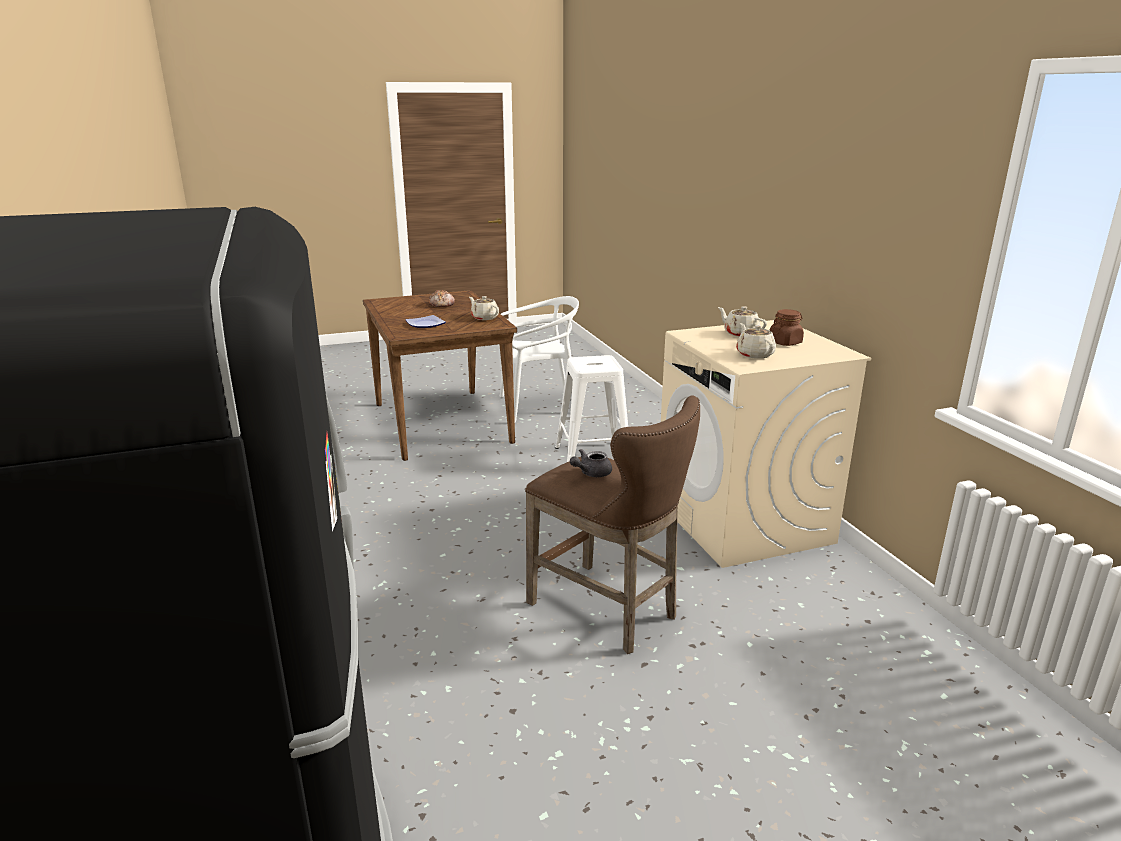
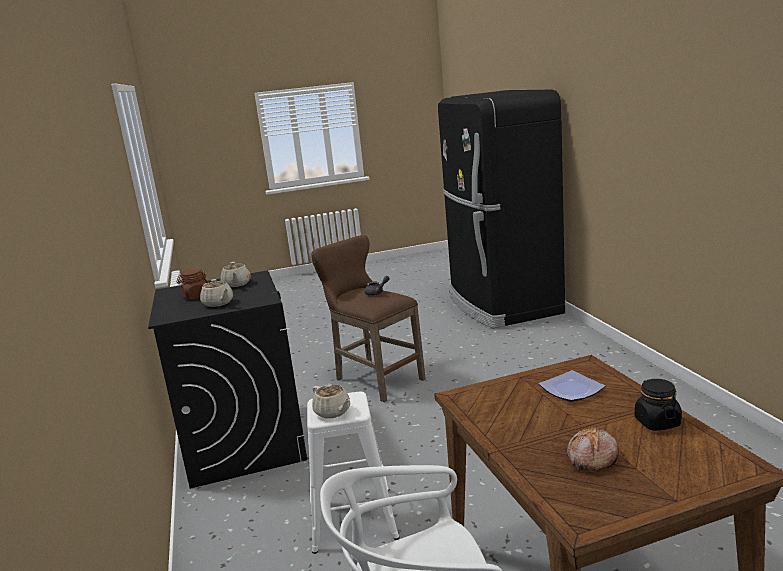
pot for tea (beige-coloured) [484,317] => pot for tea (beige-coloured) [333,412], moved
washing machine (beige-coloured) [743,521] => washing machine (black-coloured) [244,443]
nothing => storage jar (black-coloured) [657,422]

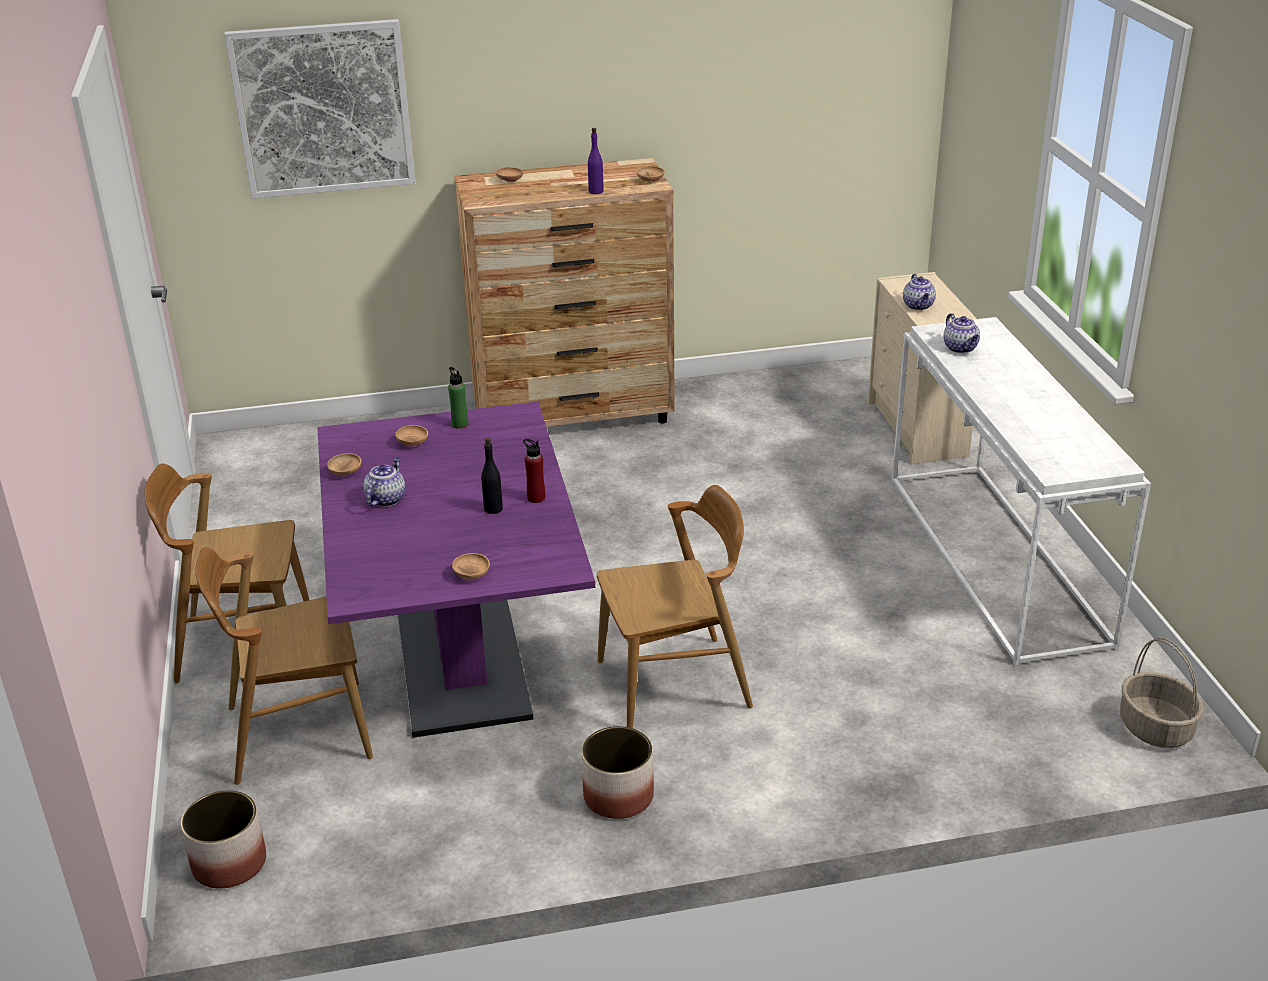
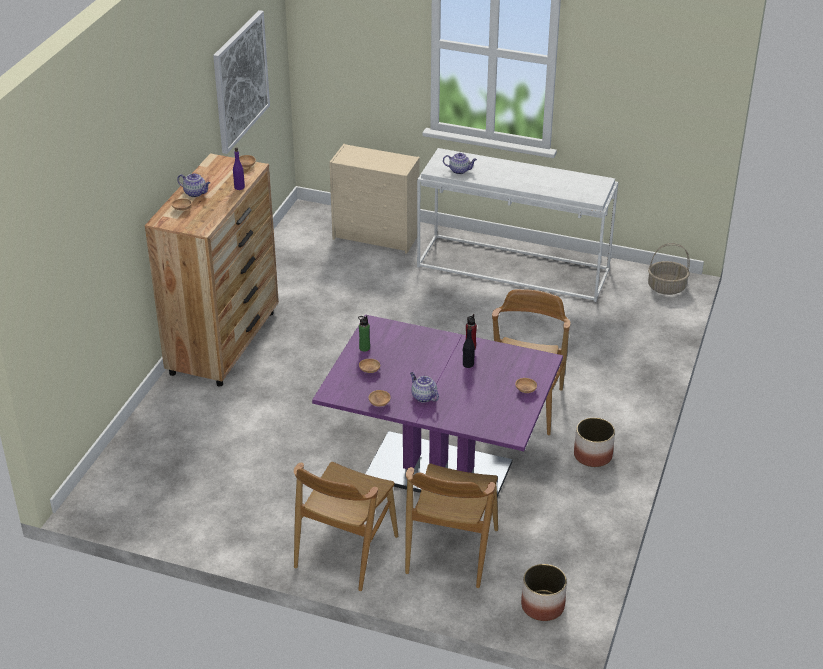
picture [323,109] => picture [240,81], moved
pot for tea [919,306] => pot for tea [195,193], moved

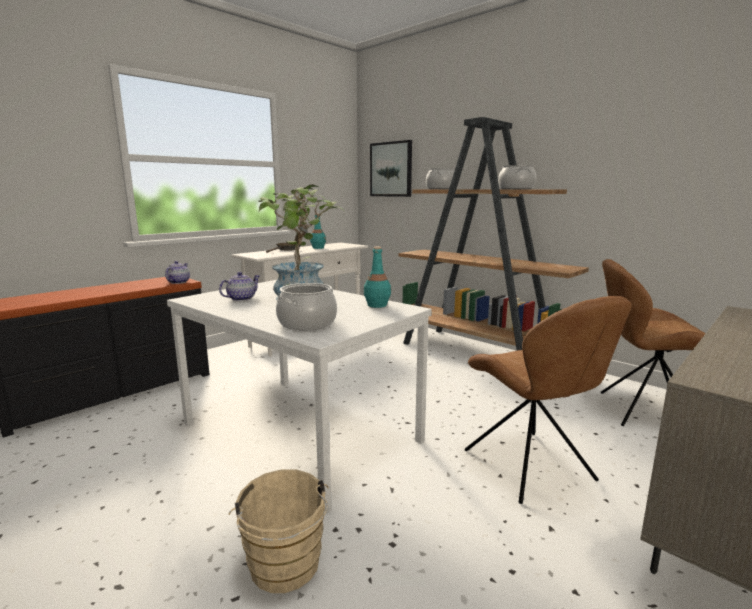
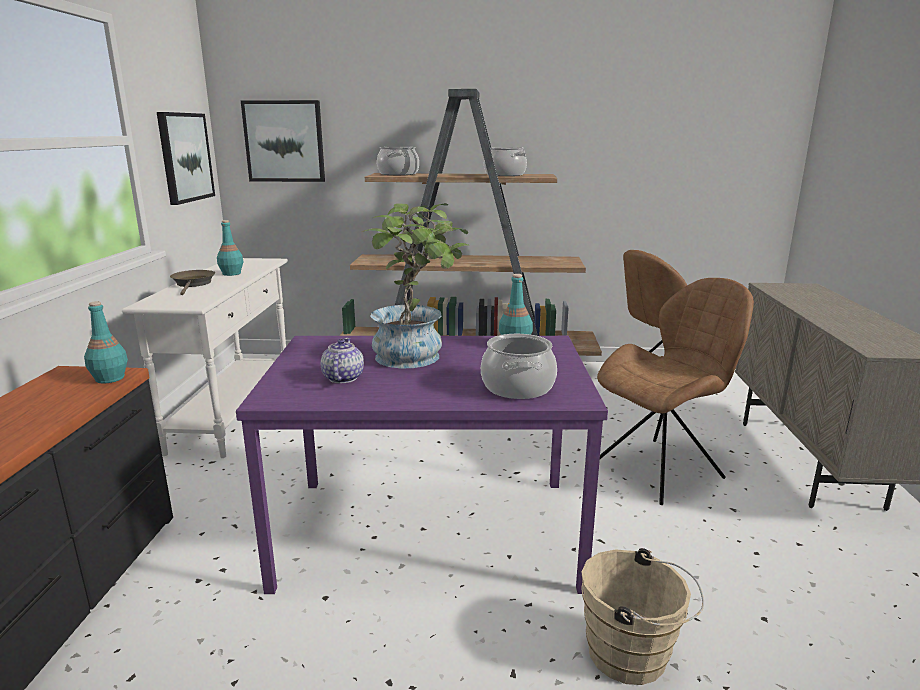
pot for tea [178,282] => drink bottle (turquoise) [109,378]
dinner table (white) [298,432] => dinner table (purple-coloured) [428,532]
upright chair (brown) [530,468] => upright chair (brown) [661,469], 60 degrees counterclockwise
nothing => picture [185,157]

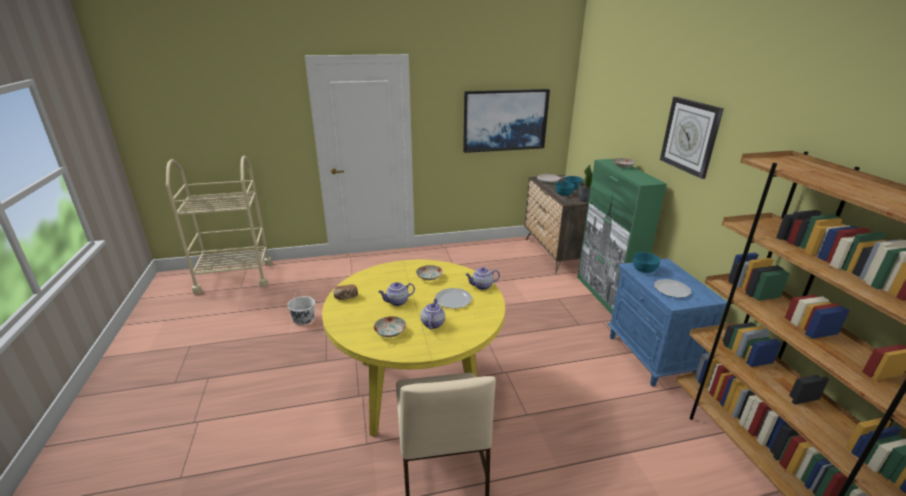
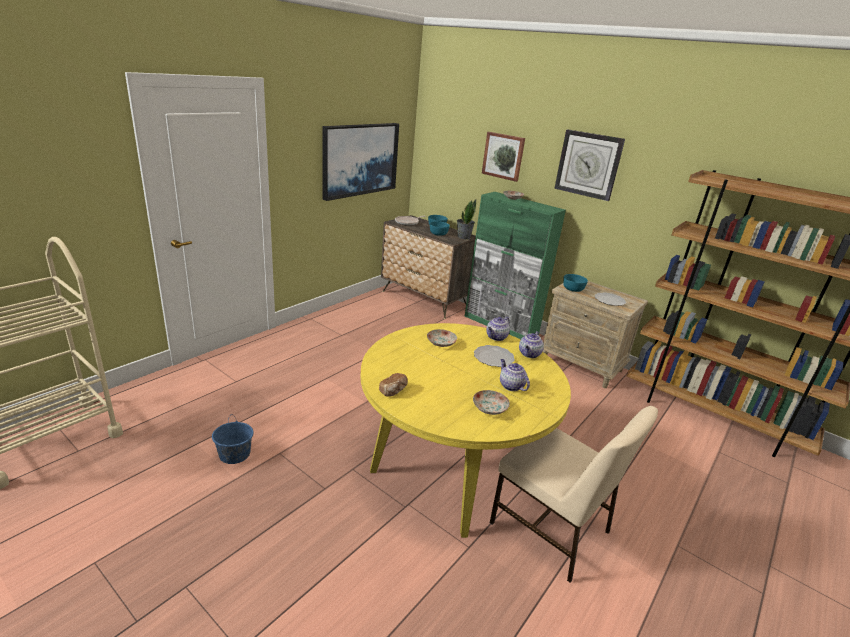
night table (blue-coloured) [652,357] => night table (beige-coloured) [582,365]
pot for tea [397,302] => pot for tea [529,354], moved
water bucket (white) [303,319] => water bucket (blue-coloured) [234,454]
nothing => picture [503,156]

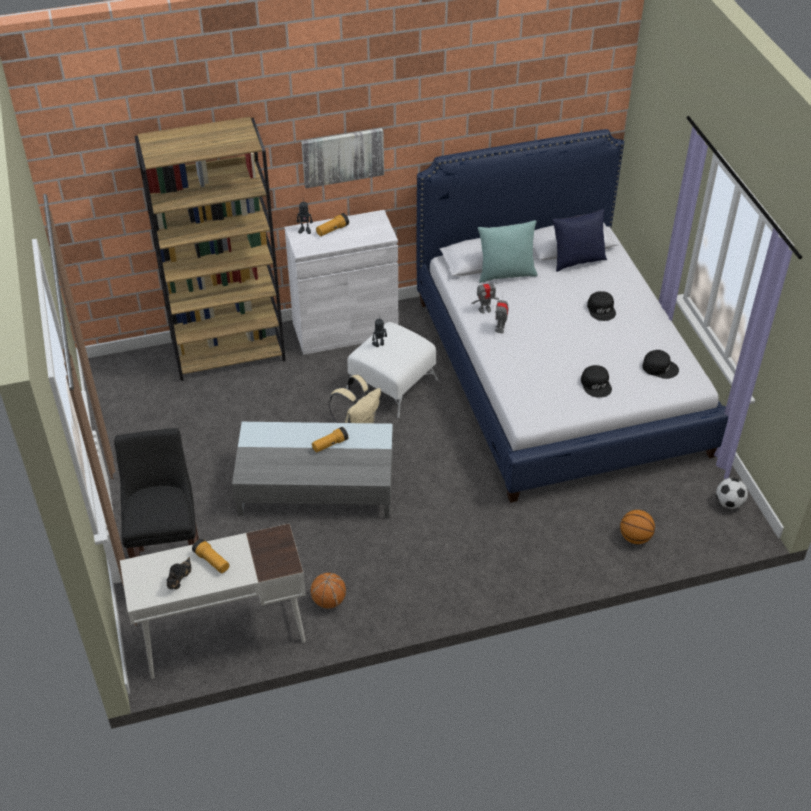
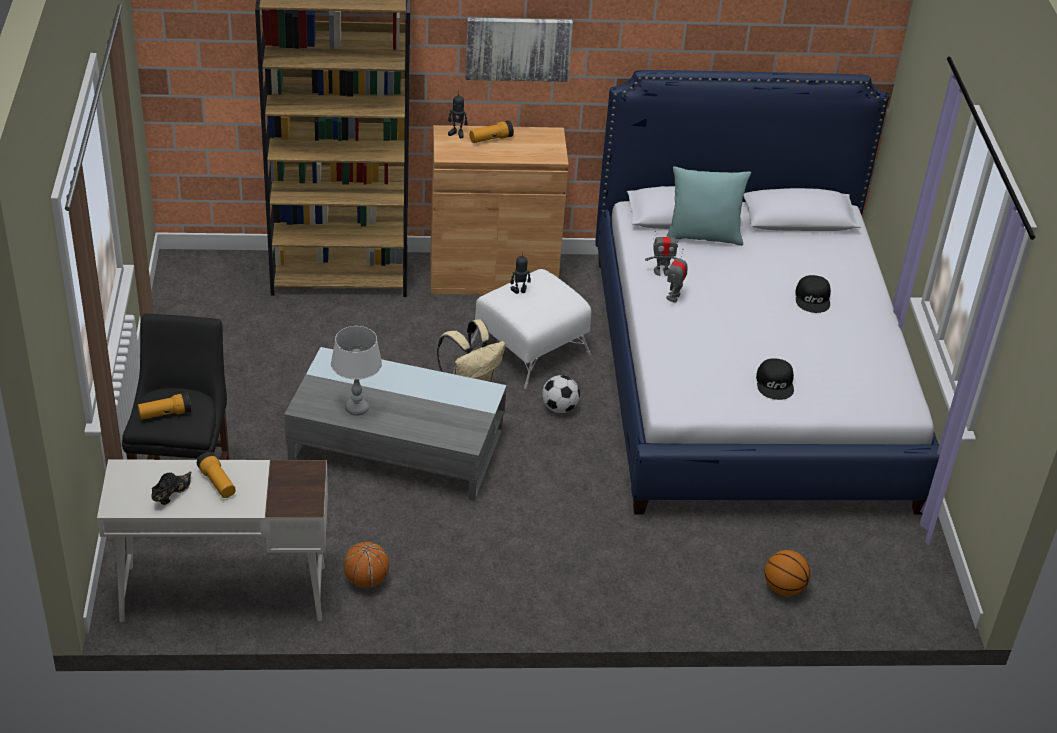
throw pillow (blue-coloured) [577,261] => nothing
storage cabinet (white) [345,329] => storage cabinet (brown) [493,275]
baseball cap (black-coloured) [660,367] => nothing
hand torch [330,444] => hand torch [165,414], moved
football [729,503] => football [559,408], moved
nothing => lamp for a table (gray) [356,408]

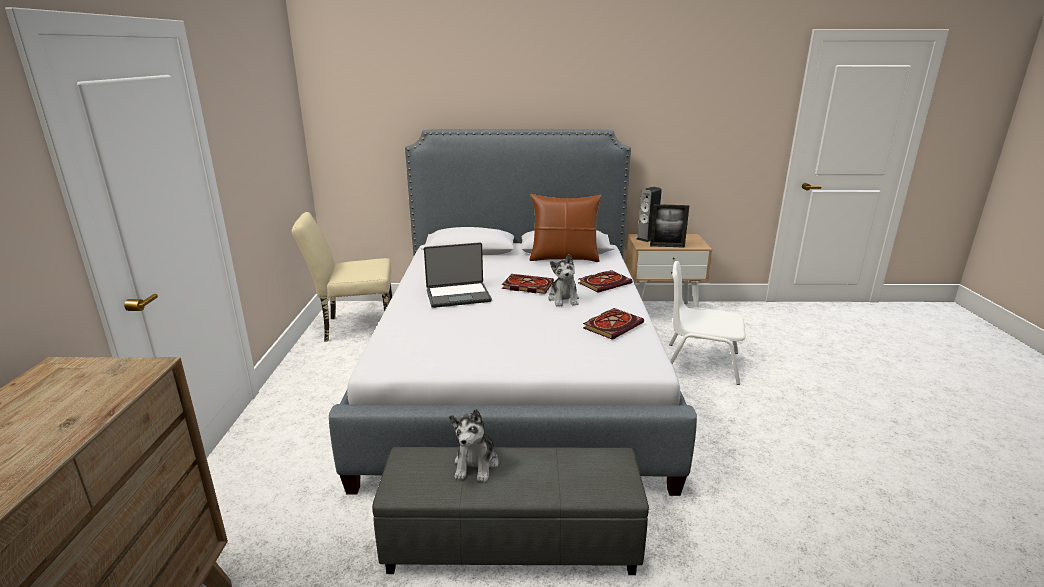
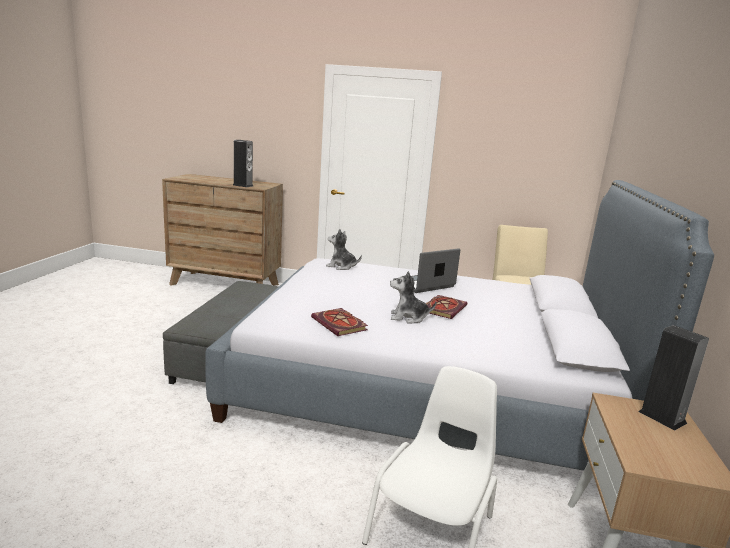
throw pillow (brown) [564,258] => nothing
standing frame [667,246] => nothing
laptop [458,295] => laptop [424,285], 60 degrees clockwise
book [605,283] => nothing
soft toy [476,464] => soft toy [341,266], moved
nothing => audio speaker [243,185]

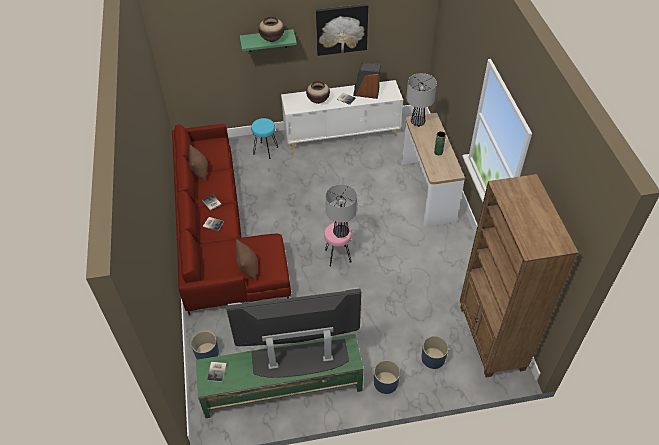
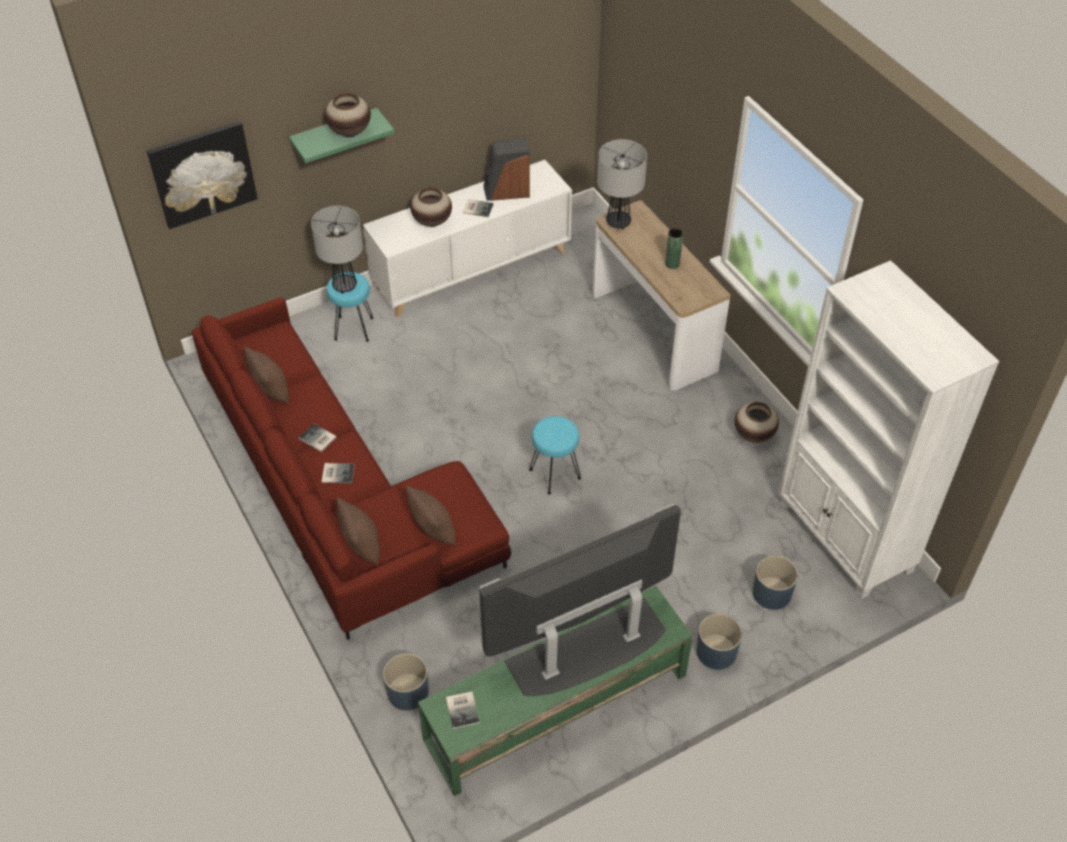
picture [341,29] => picture [202,173], moved
bookshelf (brown) [491,338] => bookshelf (white) [844,538]
lamp for a table [341,232] => lamp for a table [345,285], moved
sitting stool (pinkish) [338,256] => sitting stool (turquoise) [555,474]
nothing => decorative vase [754,435]
nothing => throw pillow (brown) [361,545]

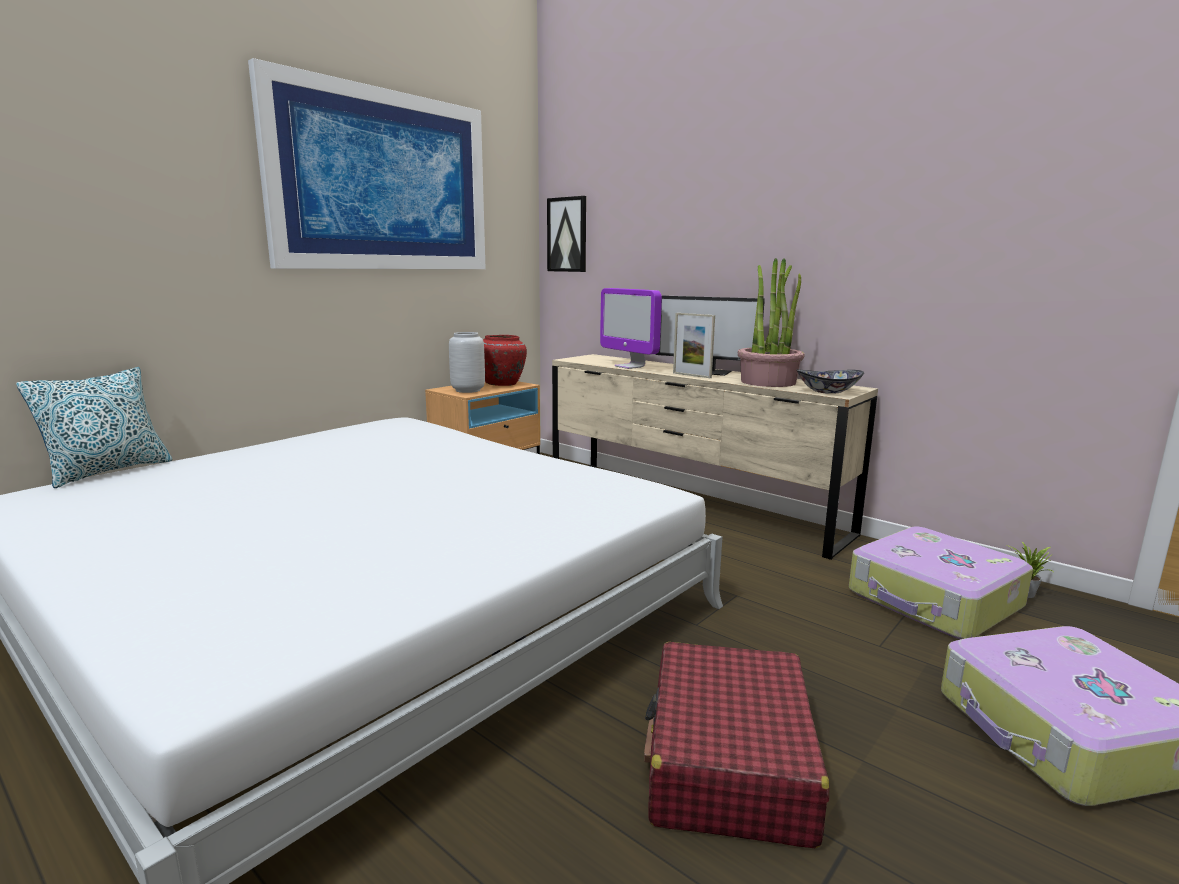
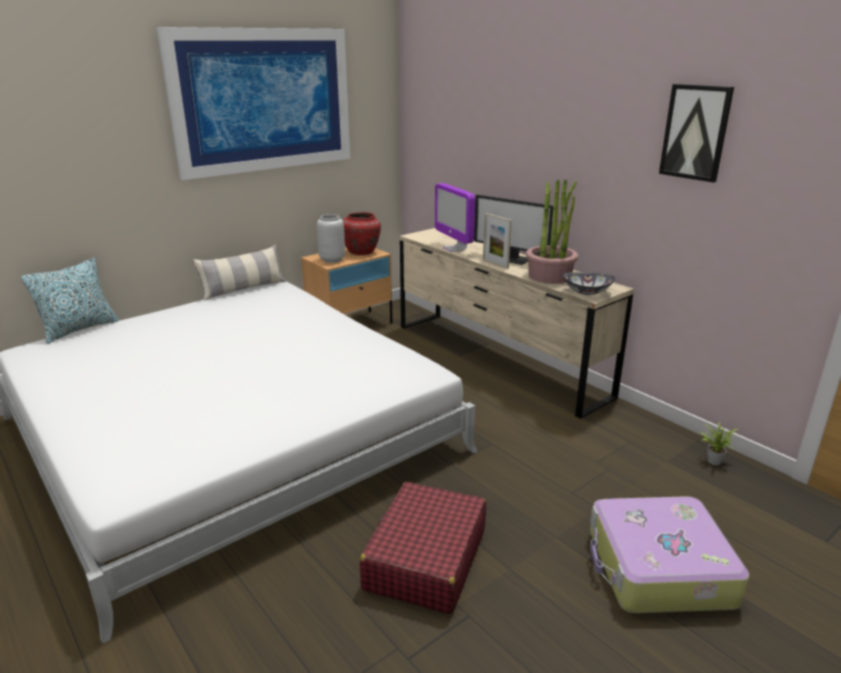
picture [567,235] => picture [695,132], moved
travel case [934,600] => nothing
nothing => throw pillow [243,289]

